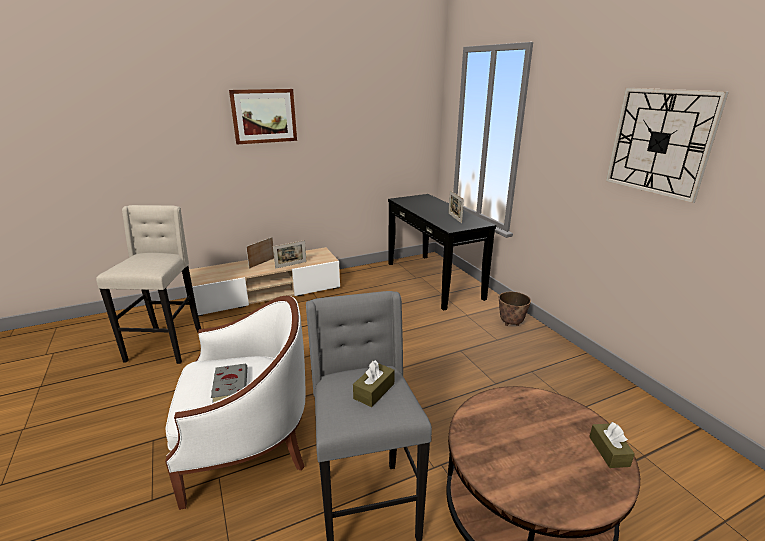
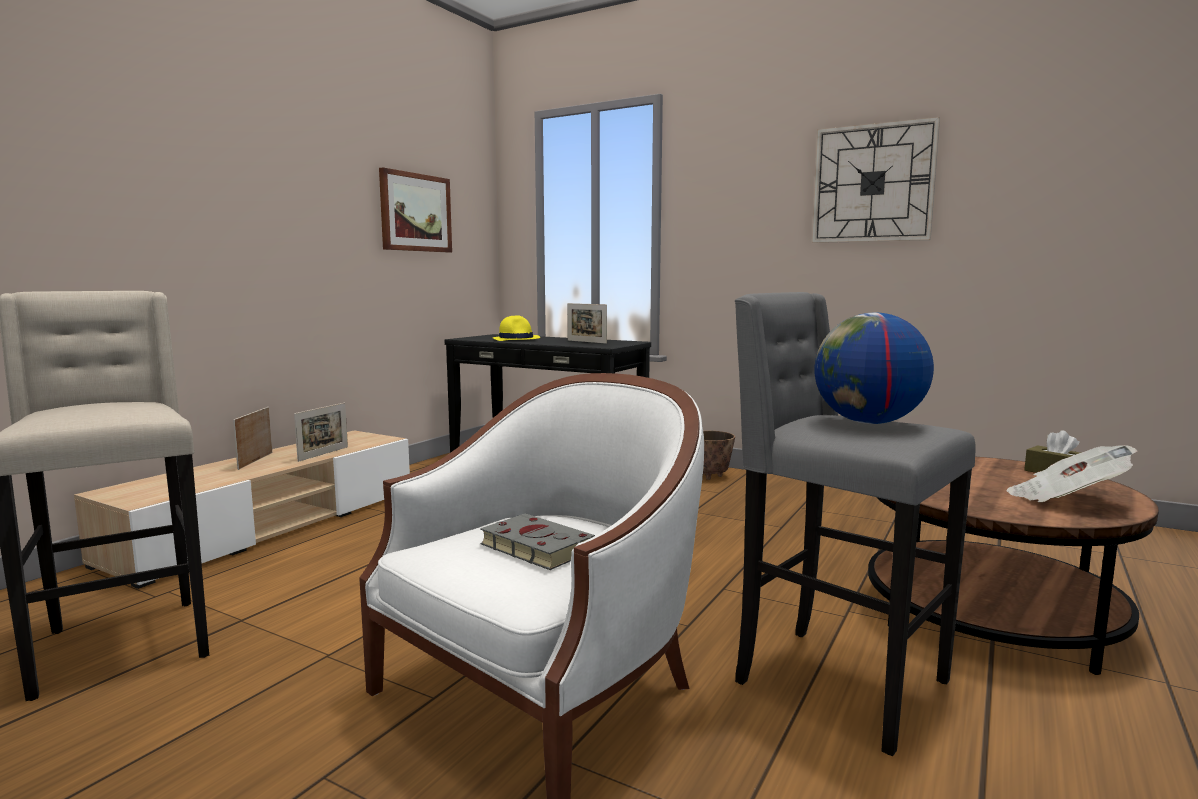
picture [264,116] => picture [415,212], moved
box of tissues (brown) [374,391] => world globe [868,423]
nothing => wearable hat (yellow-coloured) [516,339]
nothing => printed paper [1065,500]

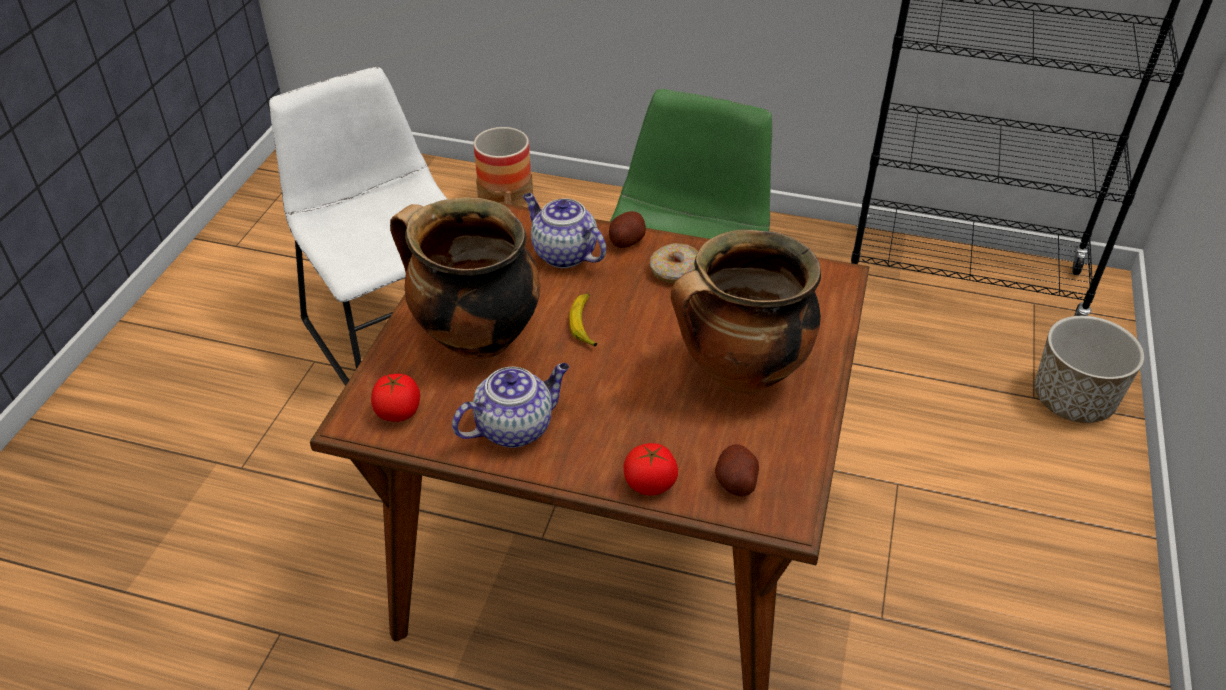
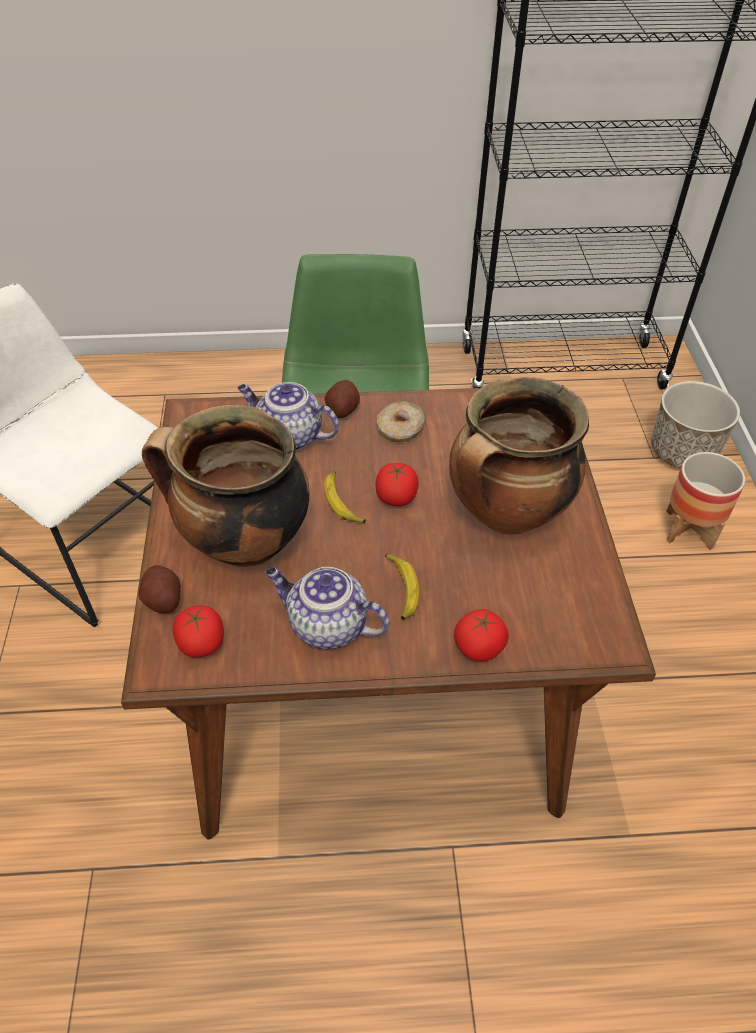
flower pot [506,204] => flower pot [689,529], moved
pot for tea [515,427] => pot for tea [326,626], 105 degrees counterclockwise
spud [736,482] => spud [163,599], moved
nothing => tomato [396,497]
nothing => banana fruit [401,590]

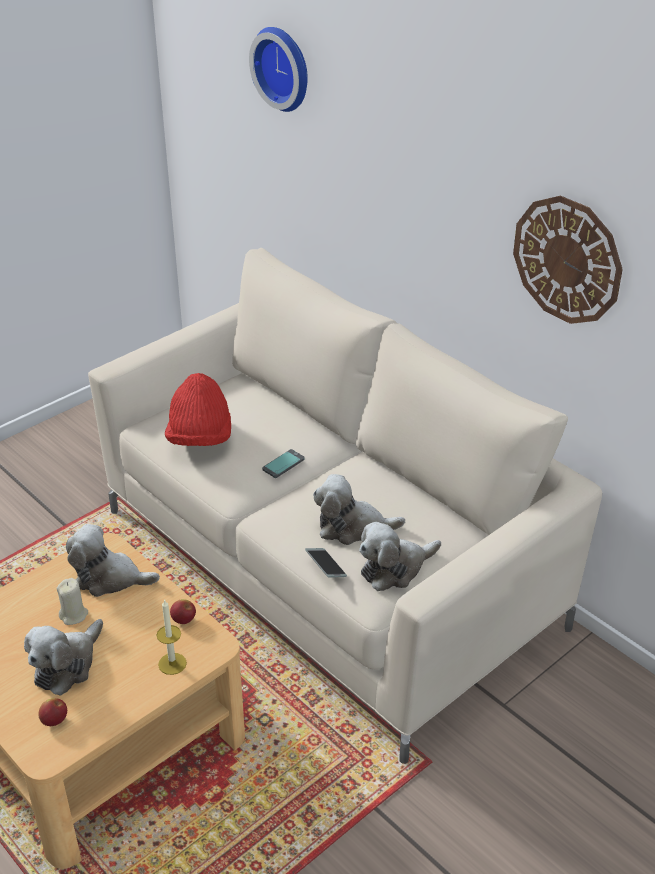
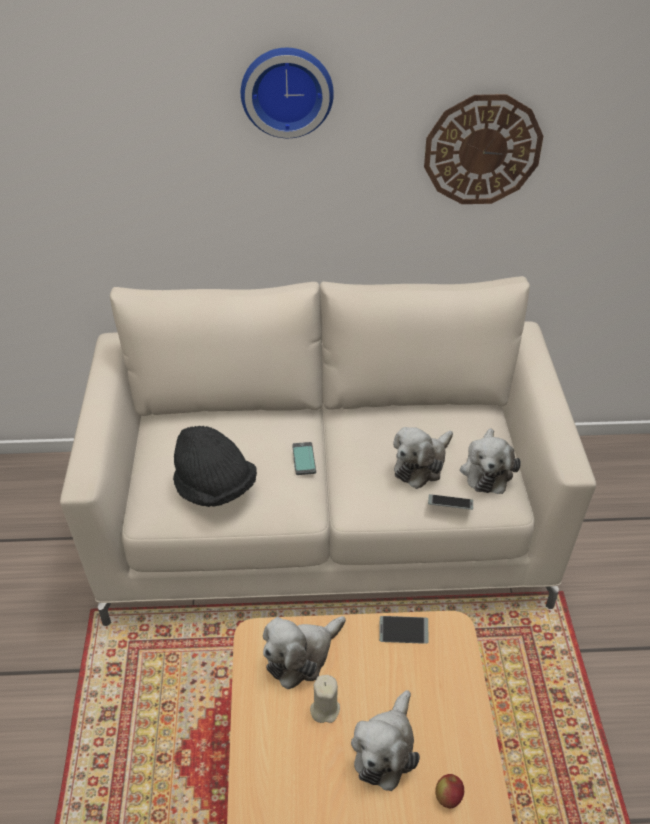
clock on the wall [284,67] => clock on the wall [287,90], moved
wearable hat (reddish) [200,438] => wearable hat (black-coloured) [215,488]
candle [172,663] => nothing
whole apple [183,620] => telephone [403,633]
soft toy [67,665] => soft toy [385,749], 45 degrees clockwise

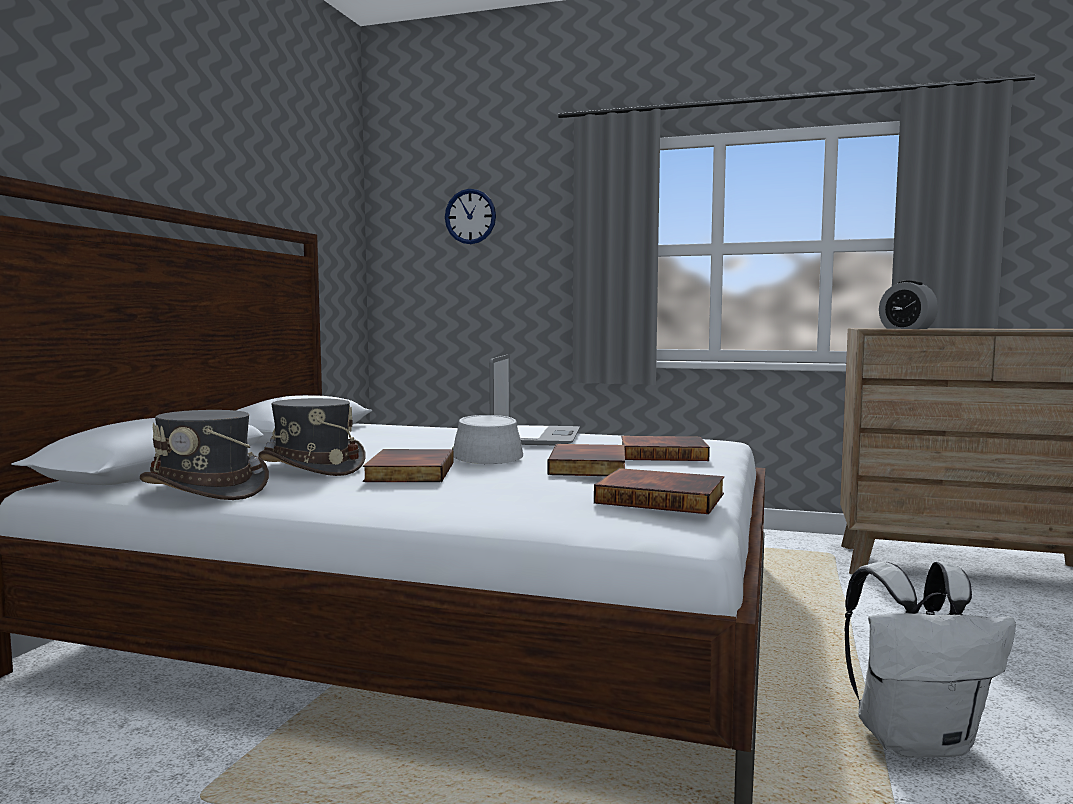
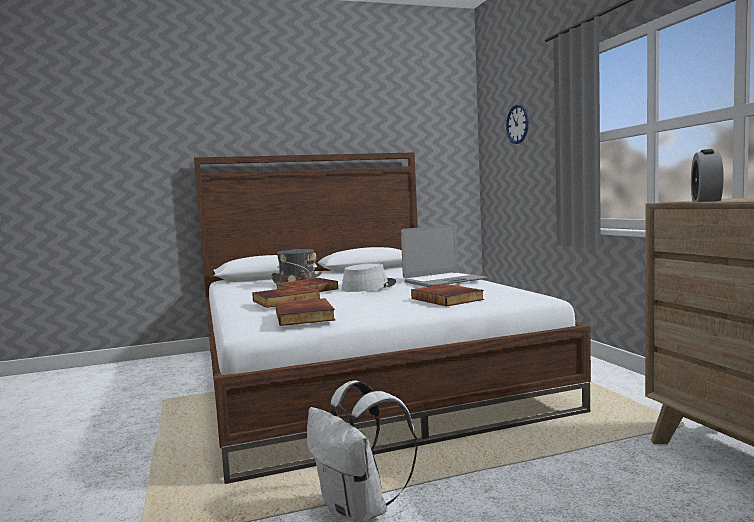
wearable hat (gray) [207,490] => nothing
book [590,466] => book [286,301], moved

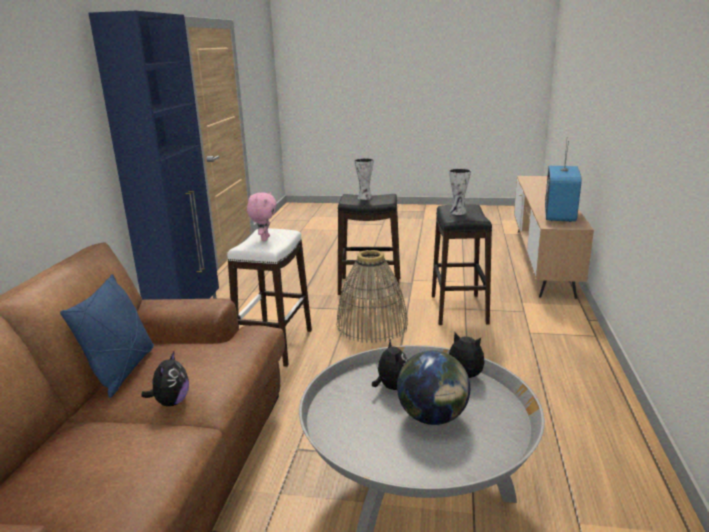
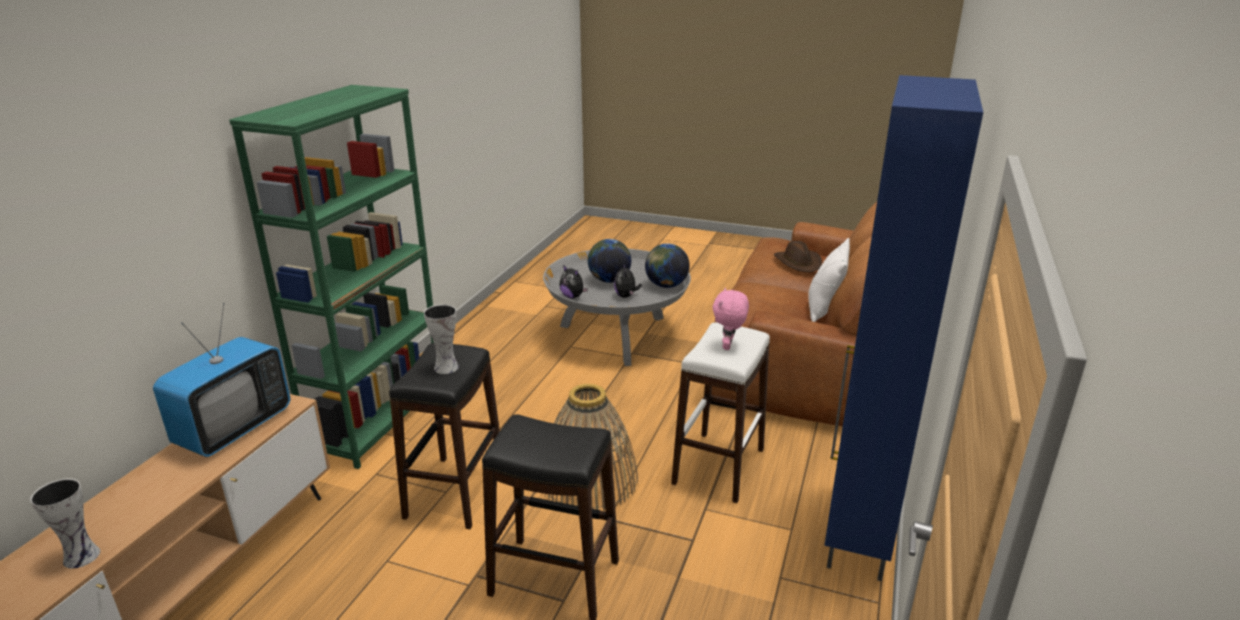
decorative vase [364,198] => decorative vase [83,555], moved
throw pillow (blue-coloured) [122,371] => throw pillow (white) [824,310]
soft toy [171,402] => nothing
nothing => bookshelf (green-coloured) [378,419]
nothing => wearable hat (brown) [798,262]
nothing => world globe [666,285]

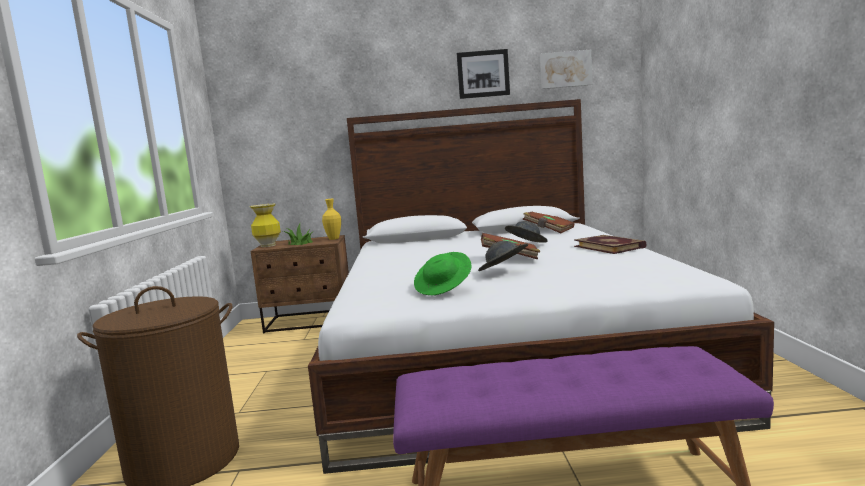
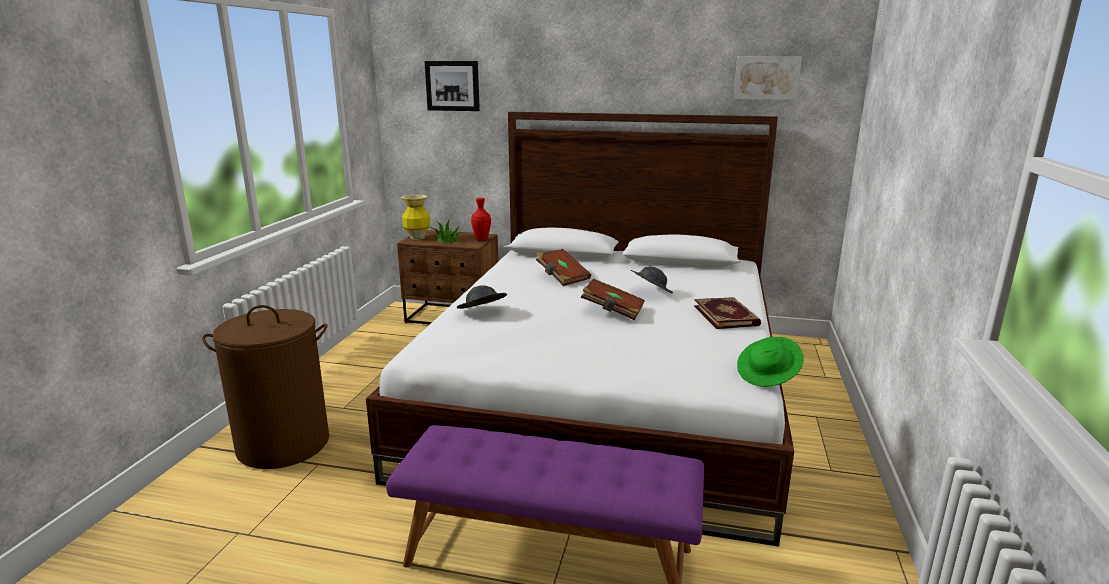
picture [483,74] => picture [452,86], moved
decorative vase (yellow-coloured) [333,239] => decorative vase (reddish) [481,240]
book (brown) [548,230] => book (brown) [562,277], moved
wearable hat (gray) [503,271] => wearable hat (gray) [482,313], moved
wearable hat (green-coloured) [444,288] => wearable hat (green-coloured) [768,375], moved

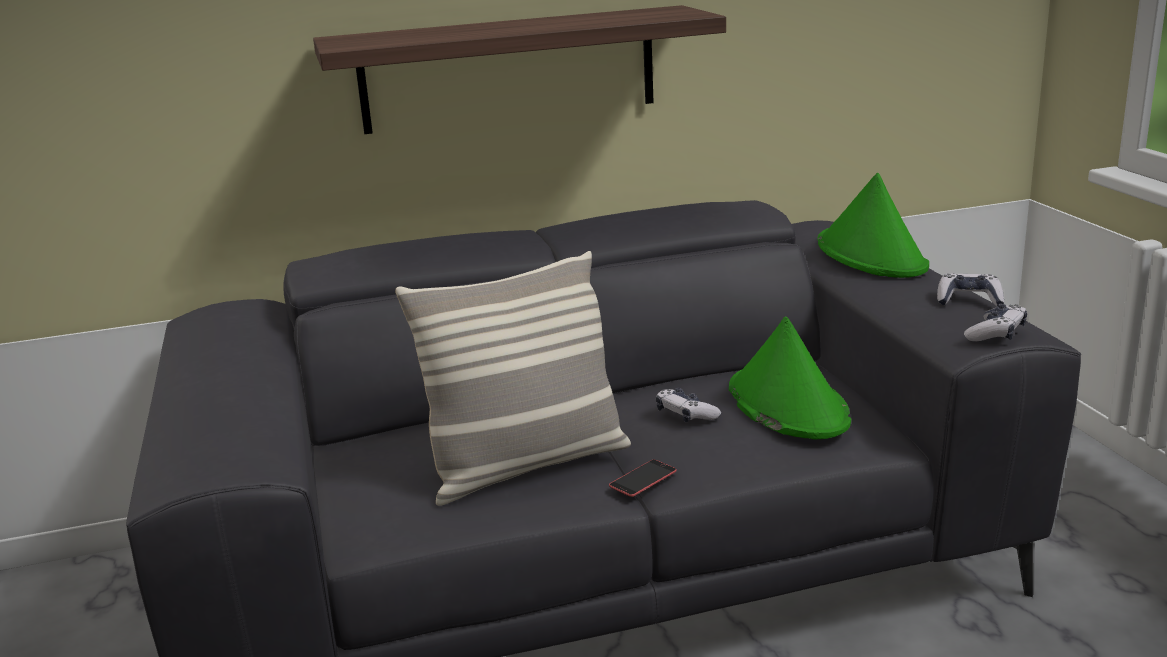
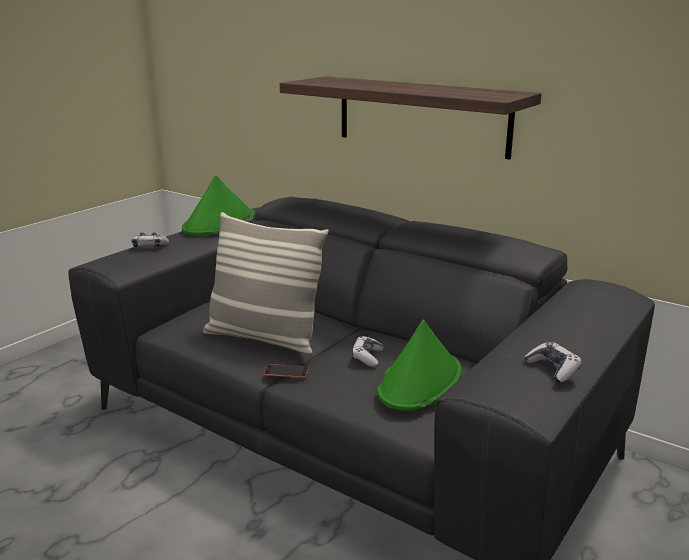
wearable hat (green-coloured) [871,255] => wearable hat (green-coloured) [219,223], moved
gamepad [996,334] => gamepad [149,246], moved

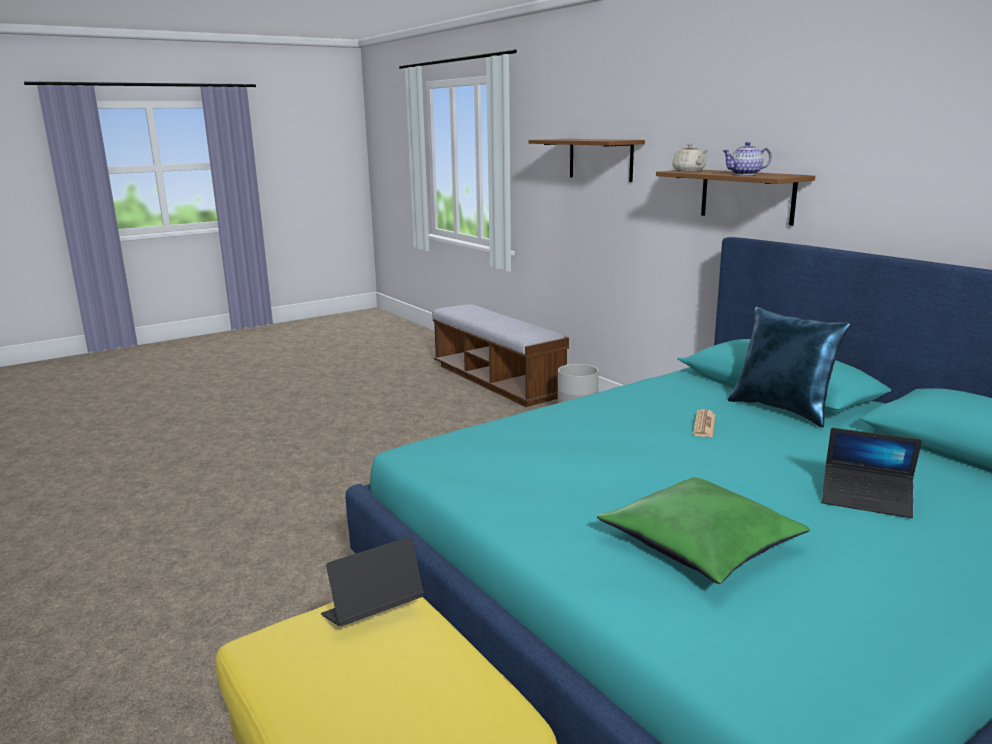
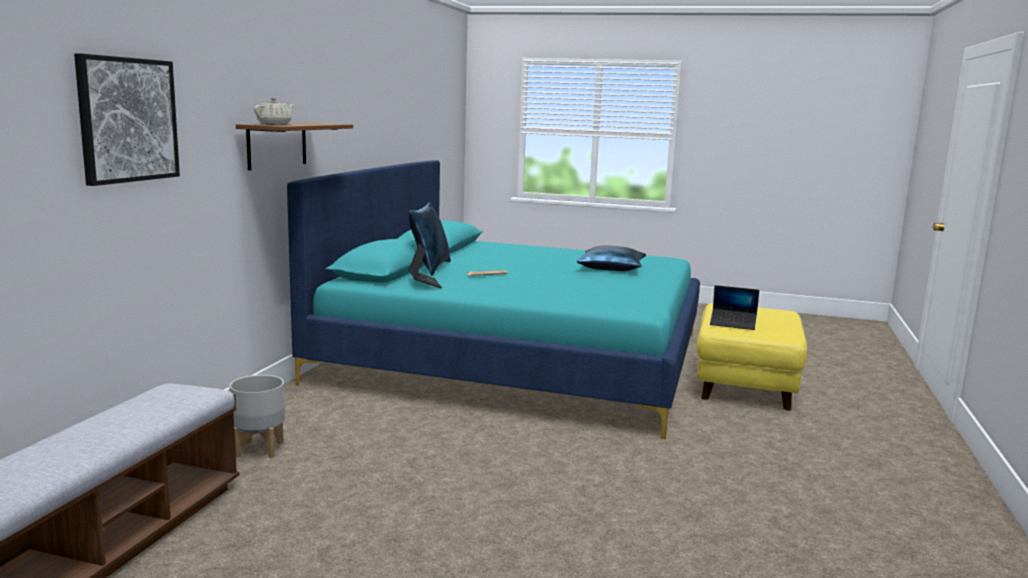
bracket shelf (brown) [600,159] => picture [127,120]
pot for tea [745,174] => nothing
laptop [866,499] => laptop [424,283], moved
throw pillow (green-coloured) [702,545] => throw pillow (blue-coloured) [611,268]

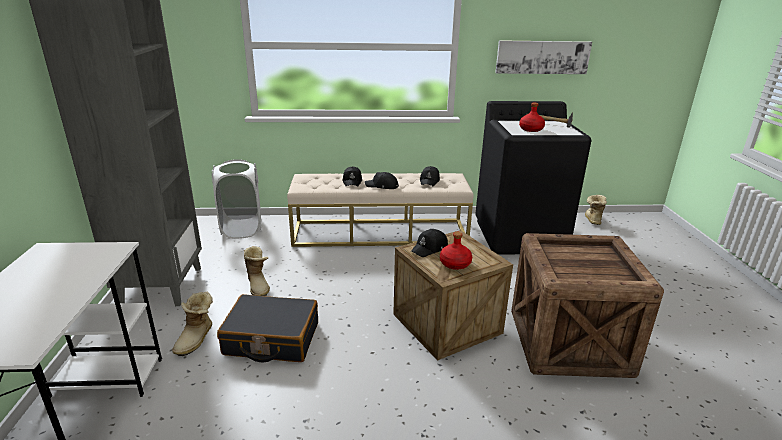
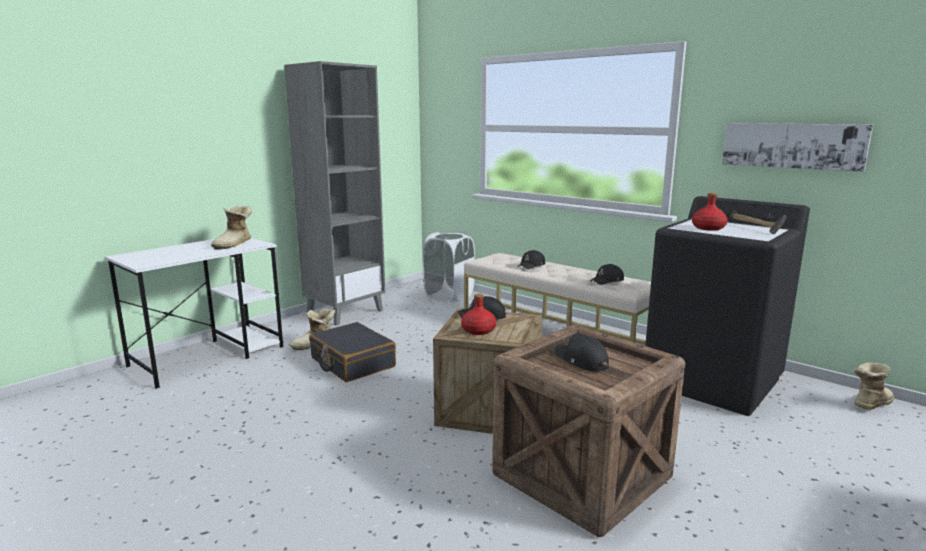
baseball cap (black-coloured) [382,186] => baseball cap (black-coloured) [581,361], moved
tall boot [259,285] => tall boot [235,245], moved

